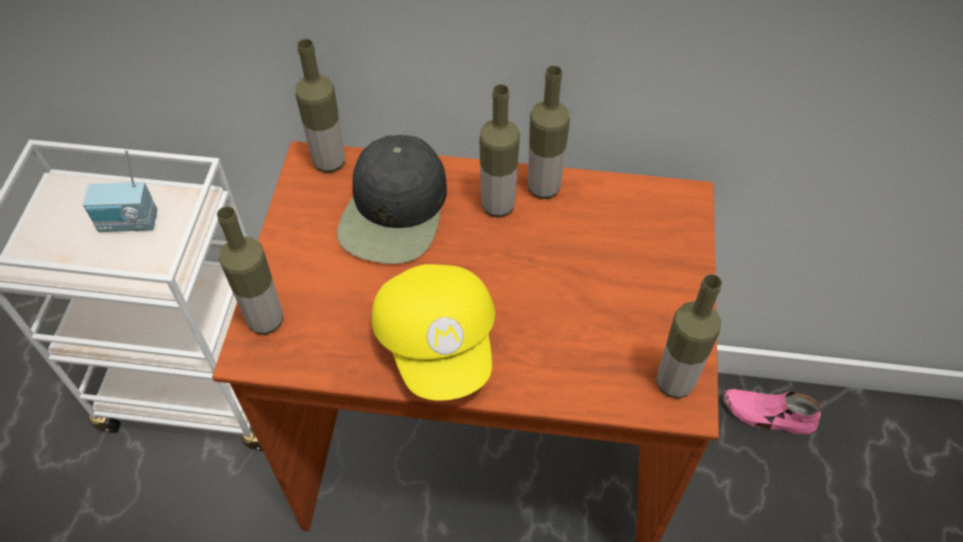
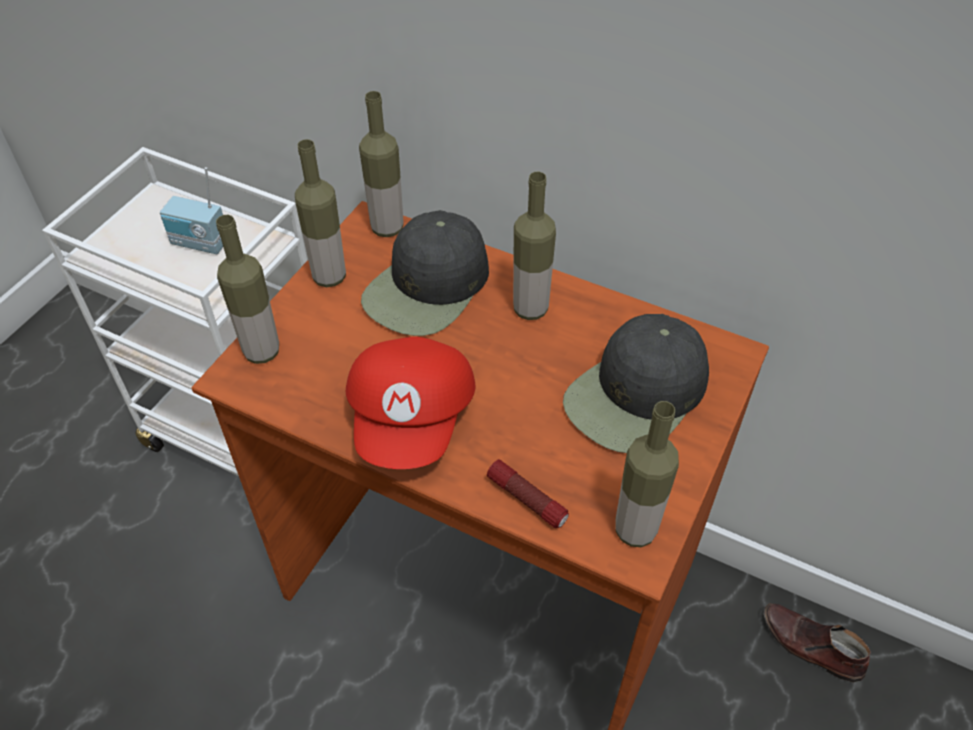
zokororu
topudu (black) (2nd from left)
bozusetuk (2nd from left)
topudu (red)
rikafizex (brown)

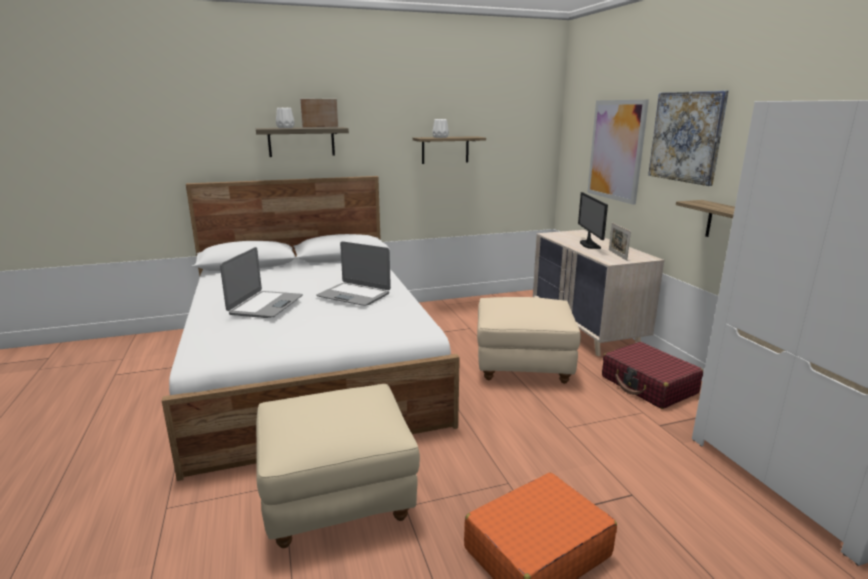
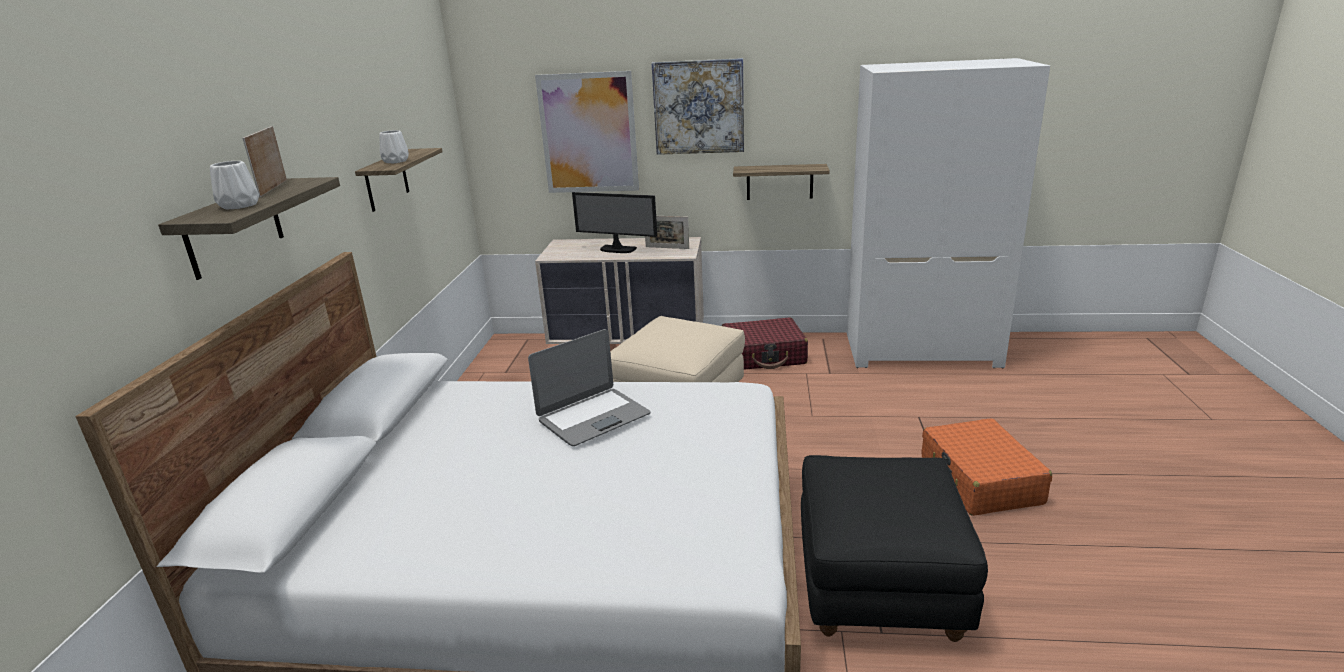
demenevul (1st from left in the first image)
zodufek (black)

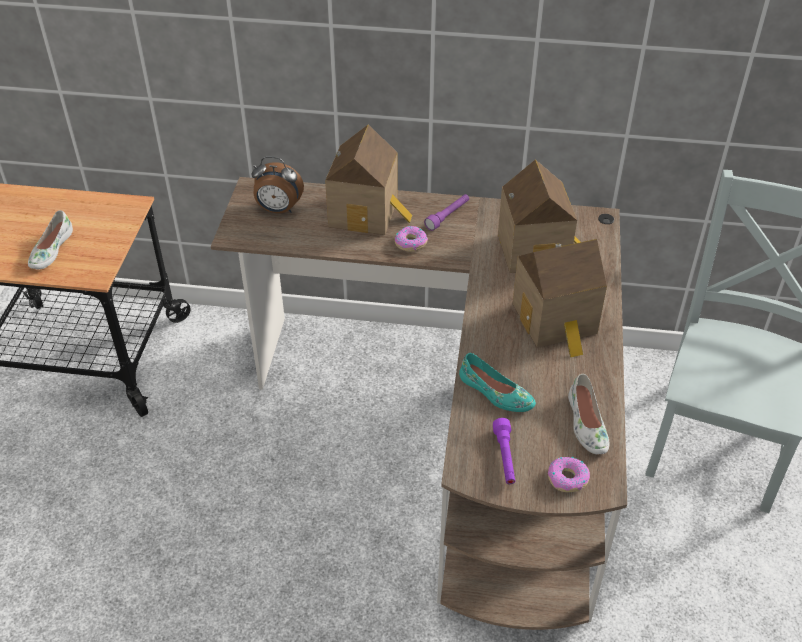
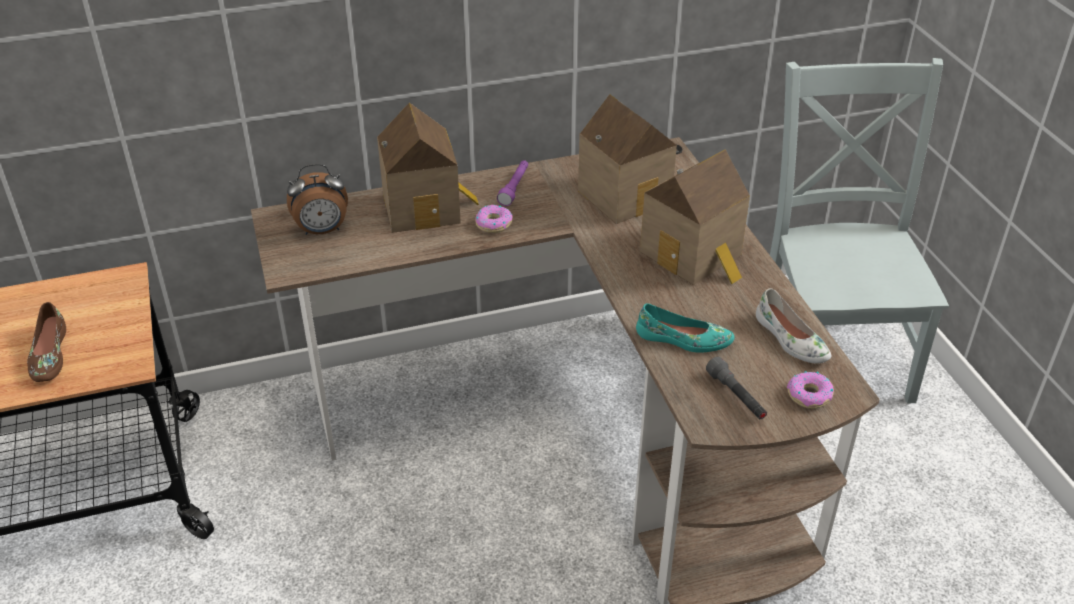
rikafizex (brown)
zokororu (grey)

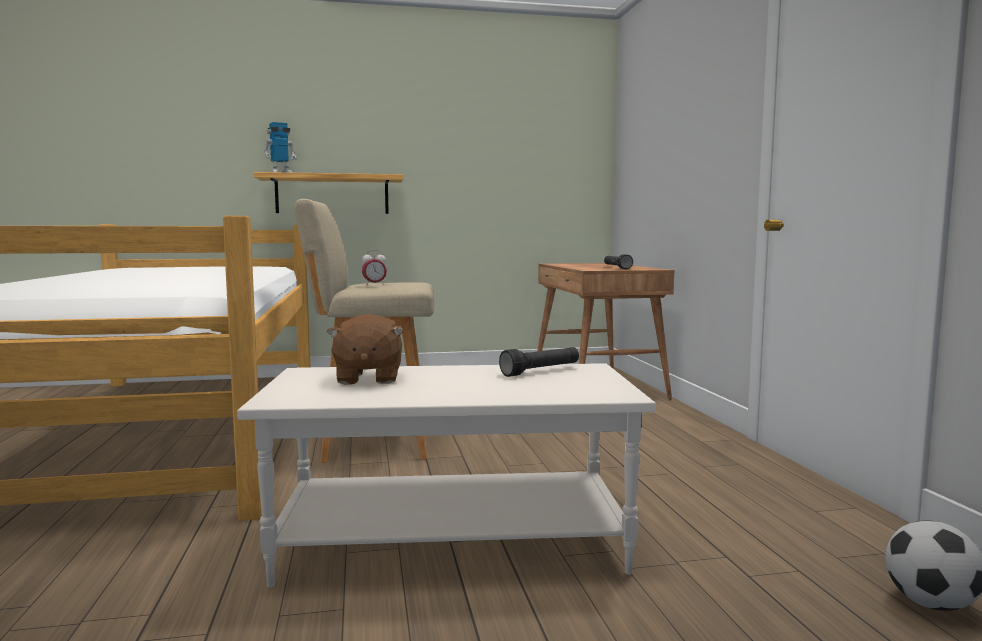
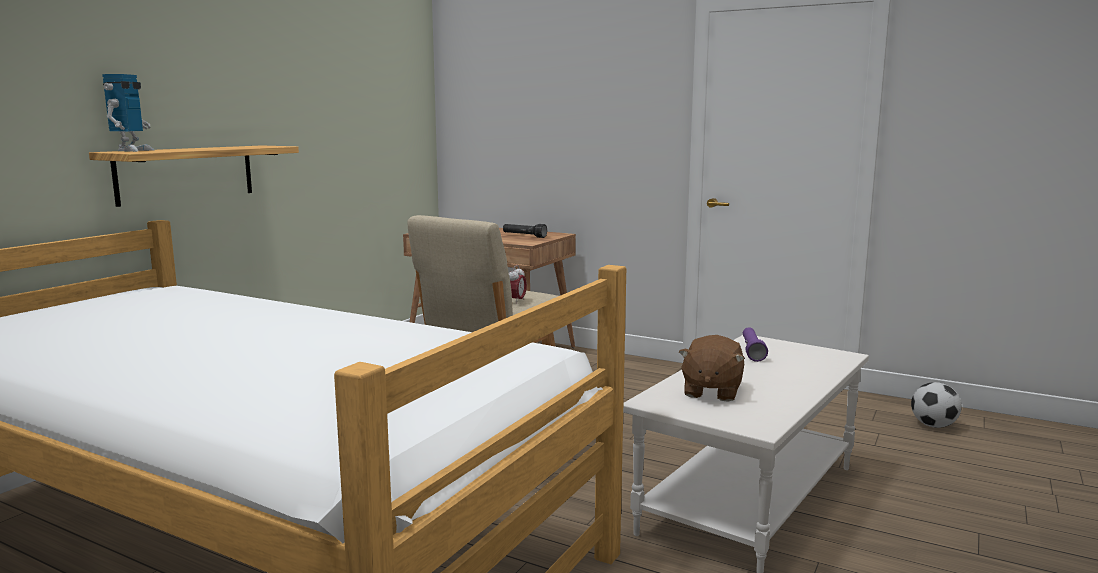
zokororu (purple)
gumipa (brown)

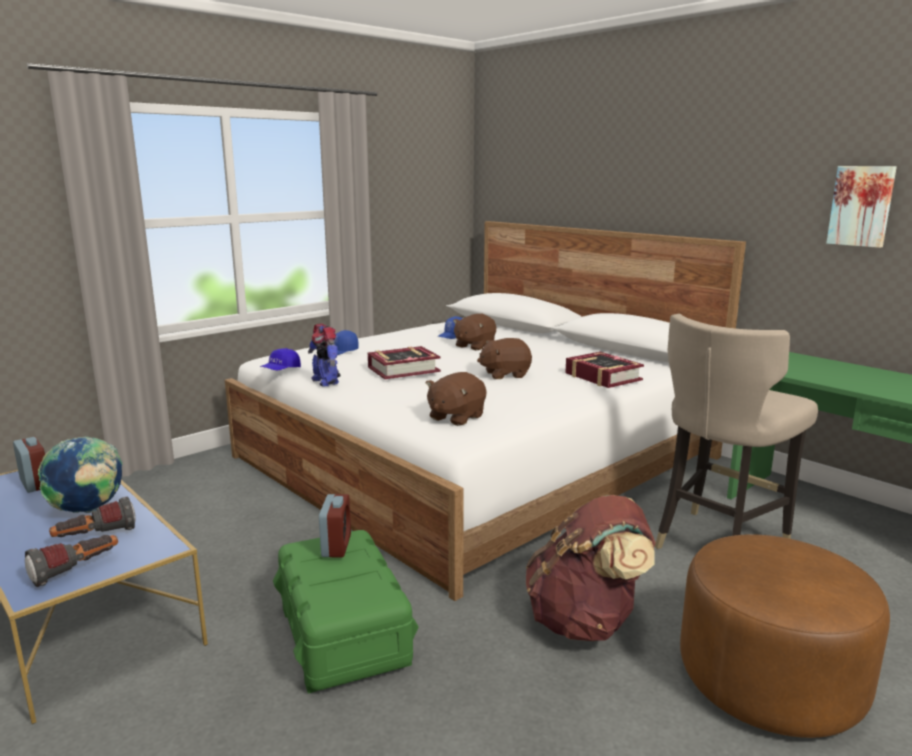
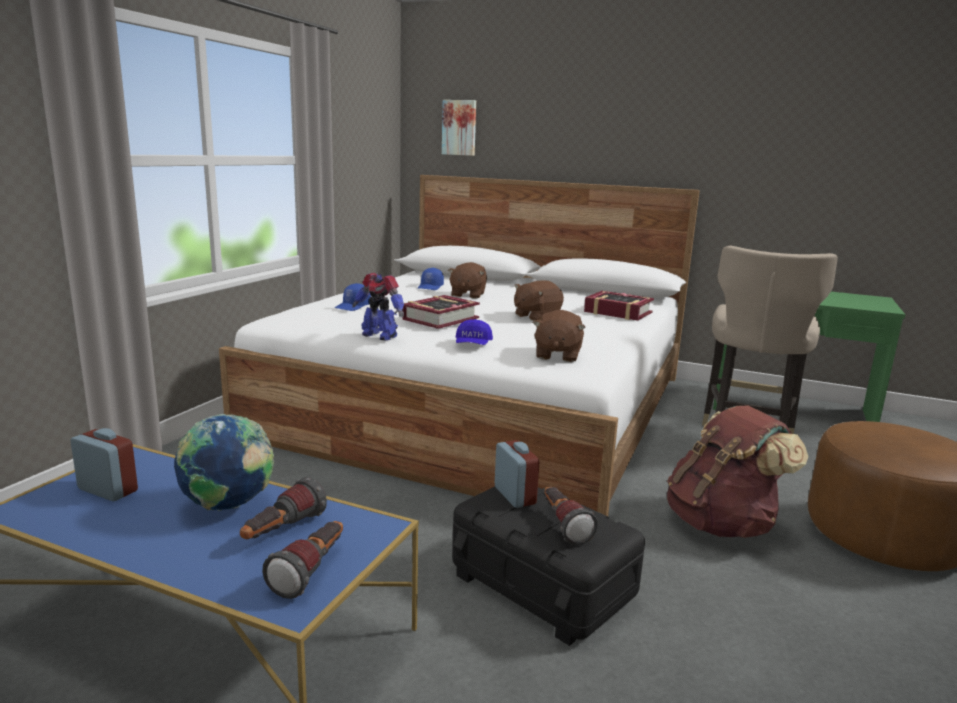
zokororu (3rd from left)
topudu (blue) (3rd from left)
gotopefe
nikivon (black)

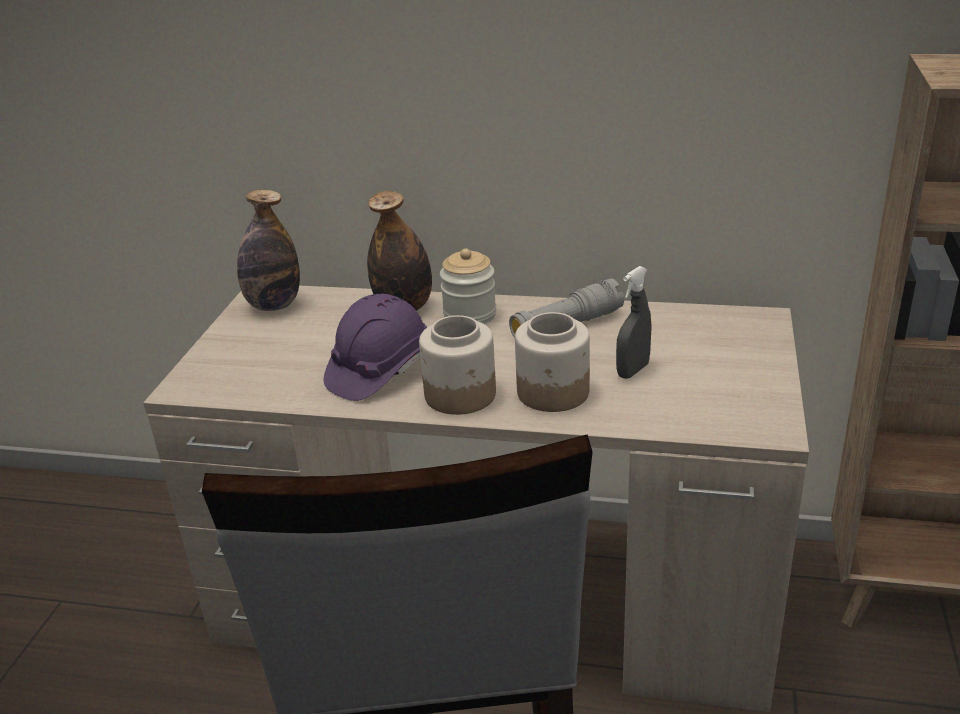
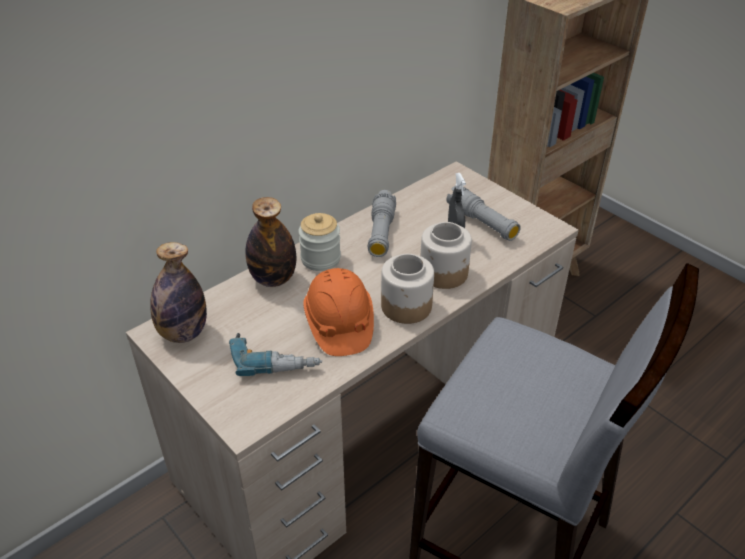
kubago
zokororu (grey) (2nd from left)
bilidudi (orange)

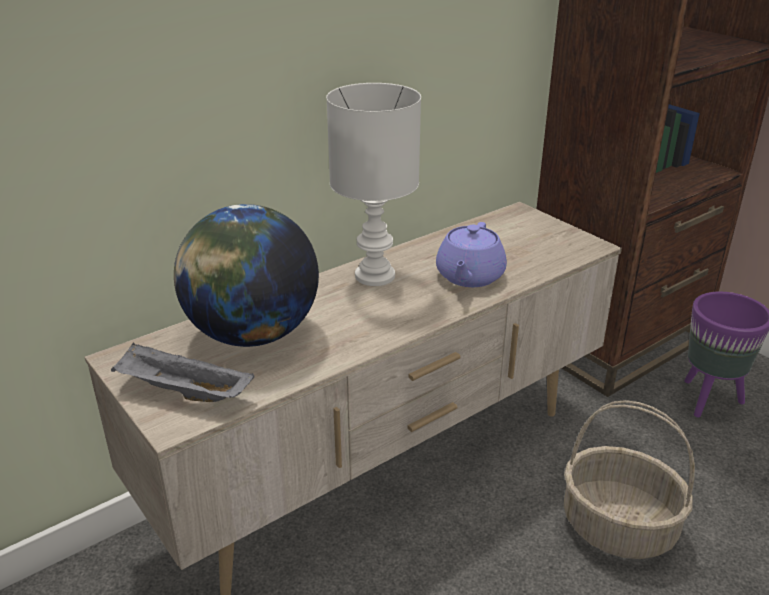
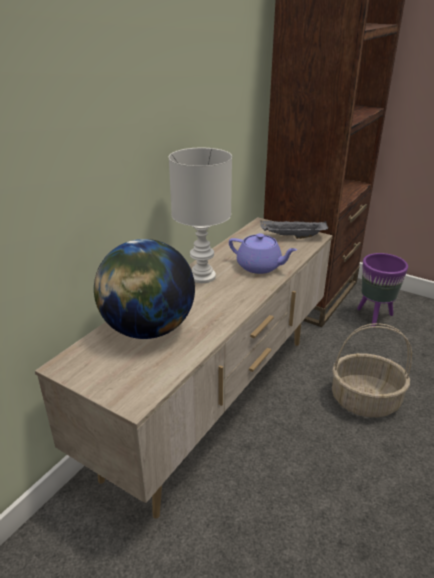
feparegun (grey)
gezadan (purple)

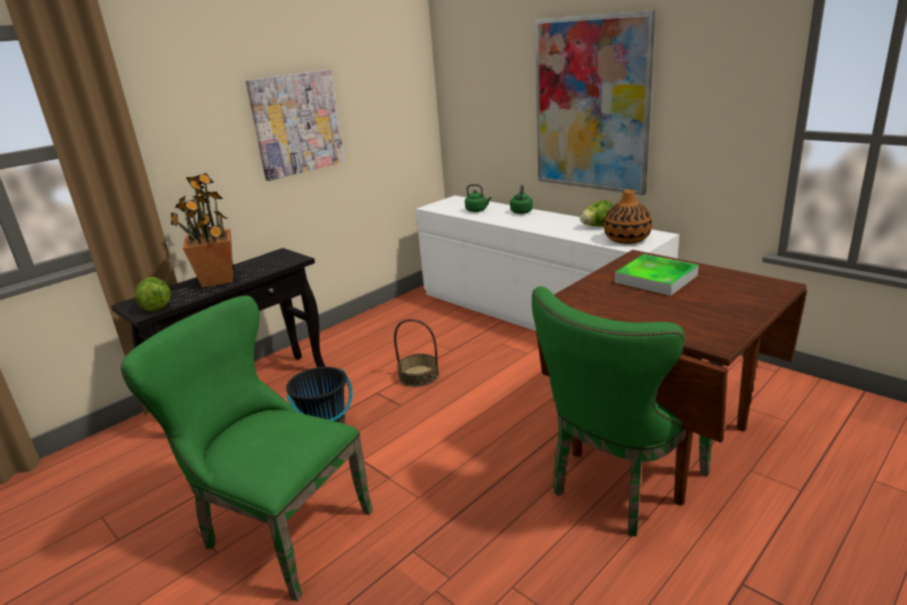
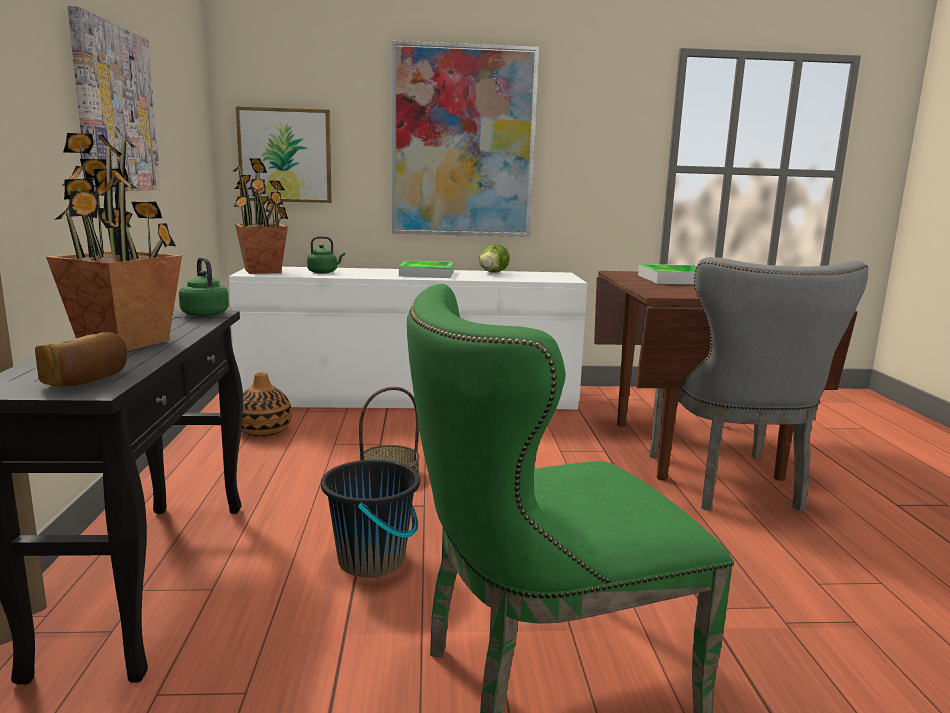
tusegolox (2nd from left)
gotopefe (2nd from left)
feparegun (1st from left)
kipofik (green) (1st from left)
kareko
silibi
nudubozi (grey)

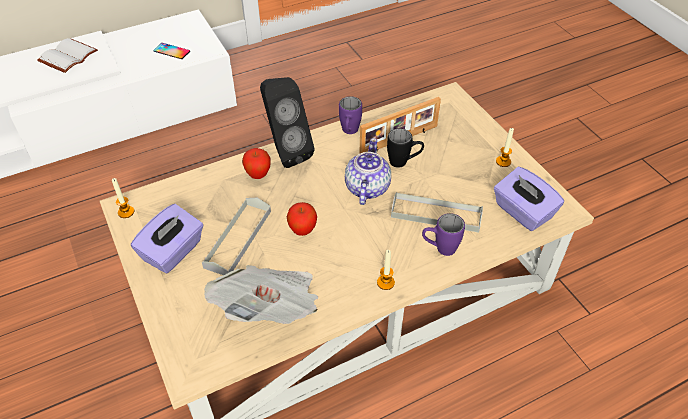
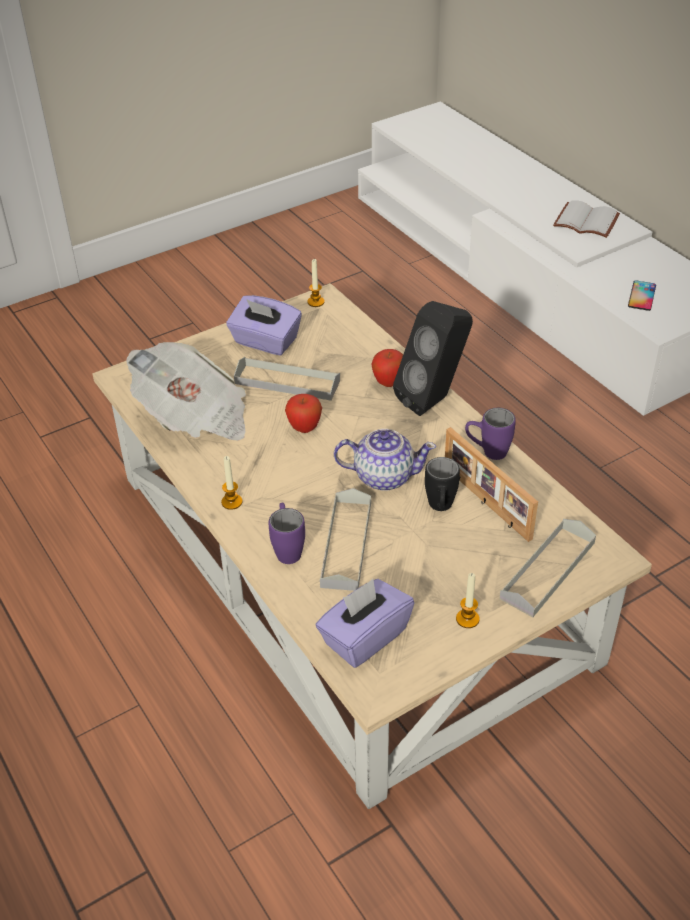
feparegun (grey) (3rd from left)

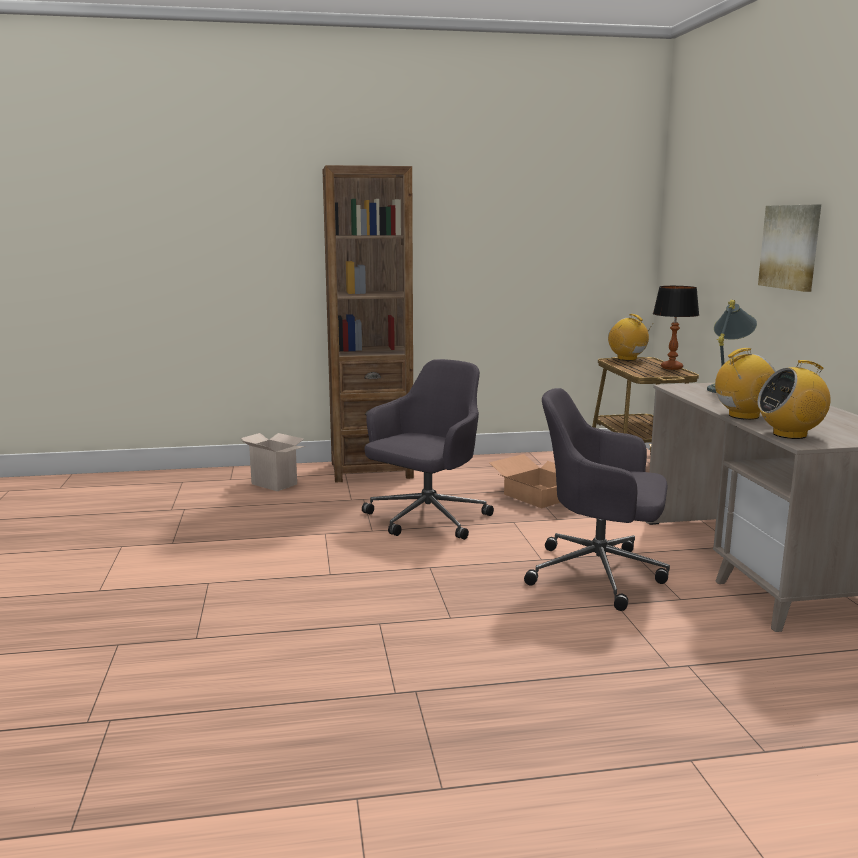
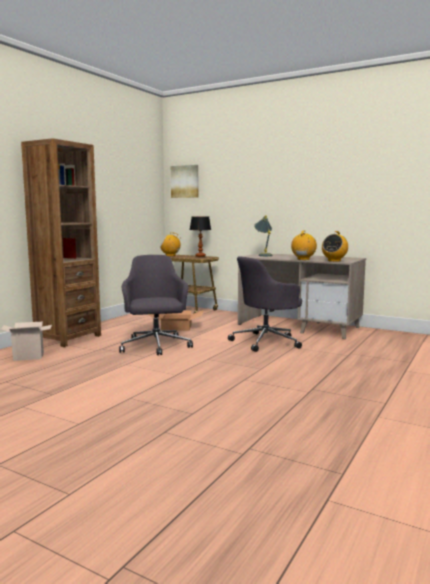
gotopefe

